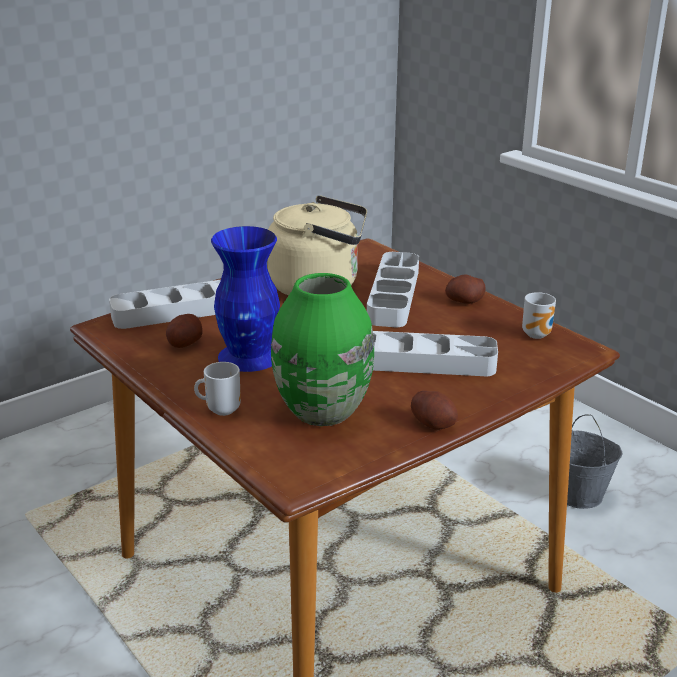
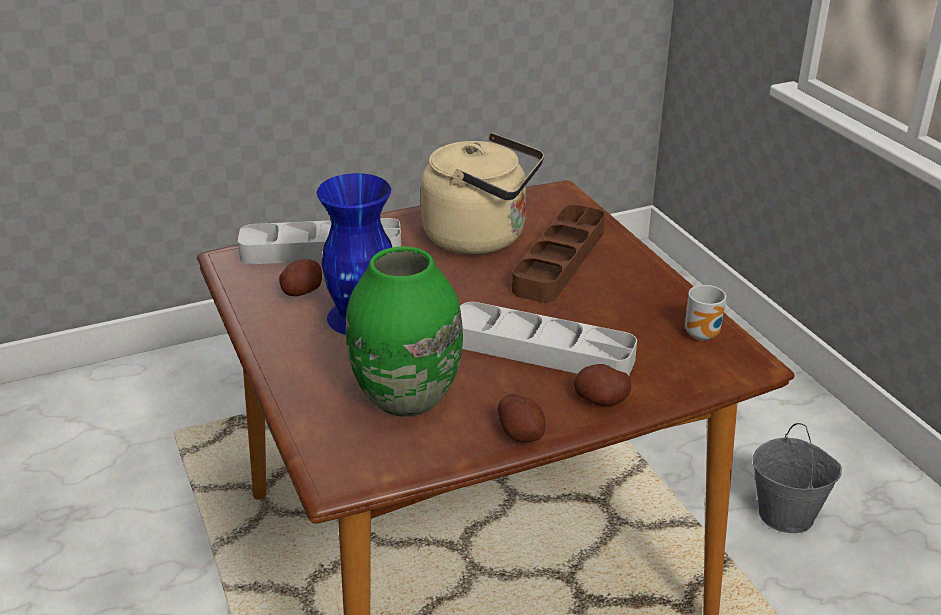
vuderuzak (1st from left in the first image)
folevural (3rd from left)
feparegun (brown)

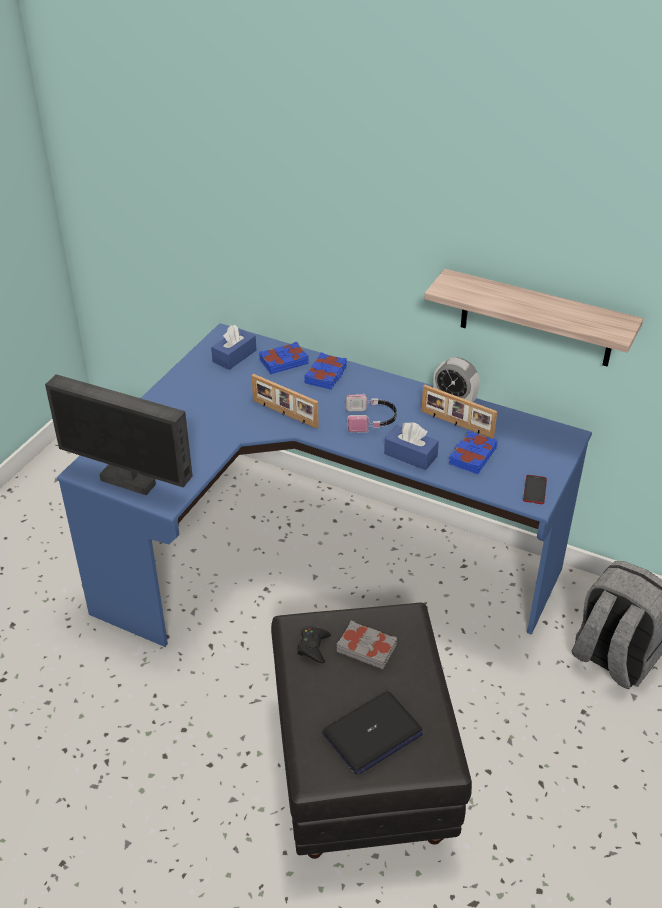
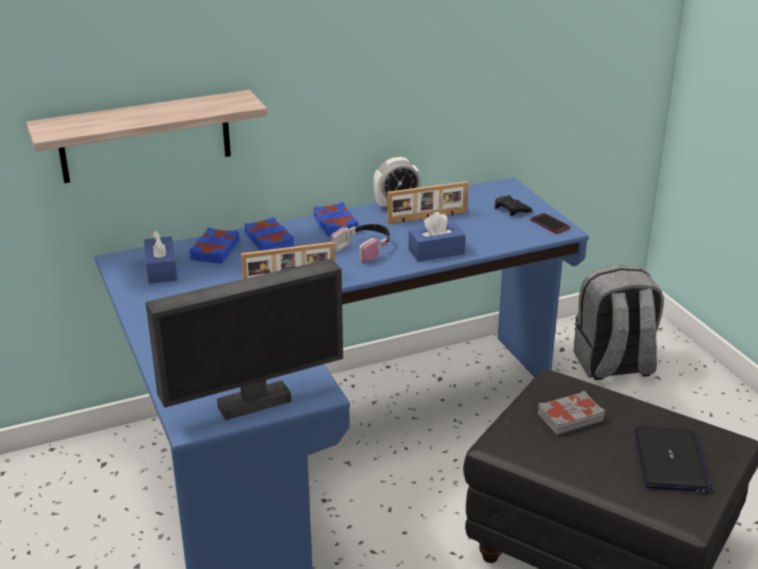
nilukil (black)
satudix
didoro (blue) (3rd from left)

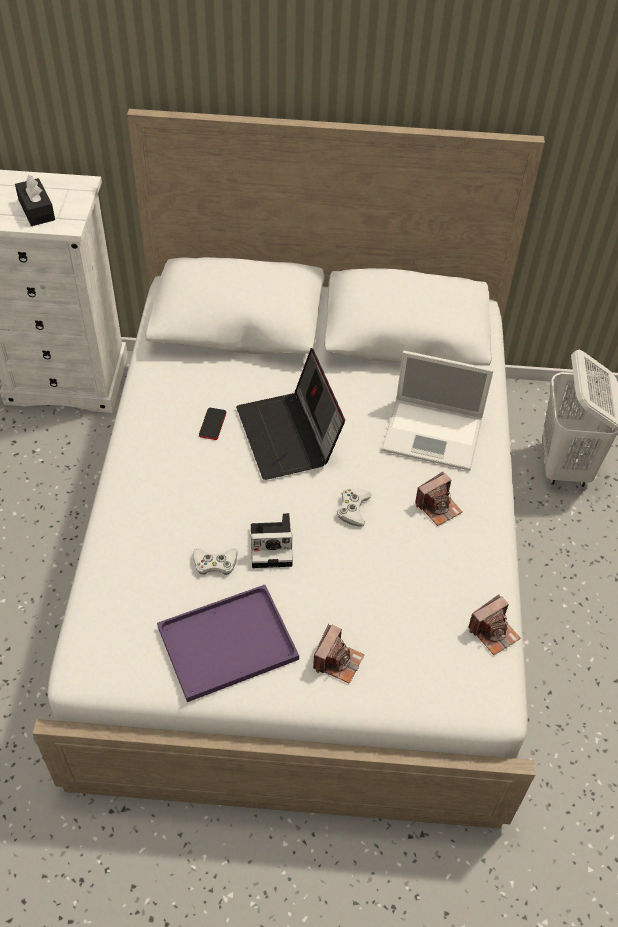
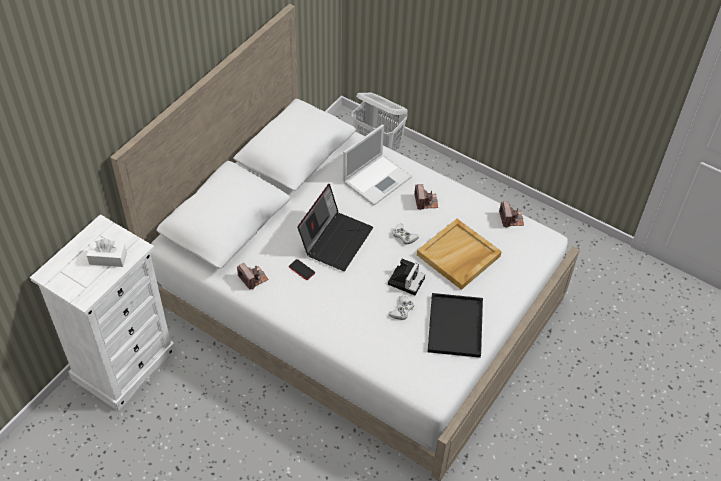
feparegun (beige)
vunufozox (1st from left)
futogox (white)
feparegun (black)
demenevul (1st from left)

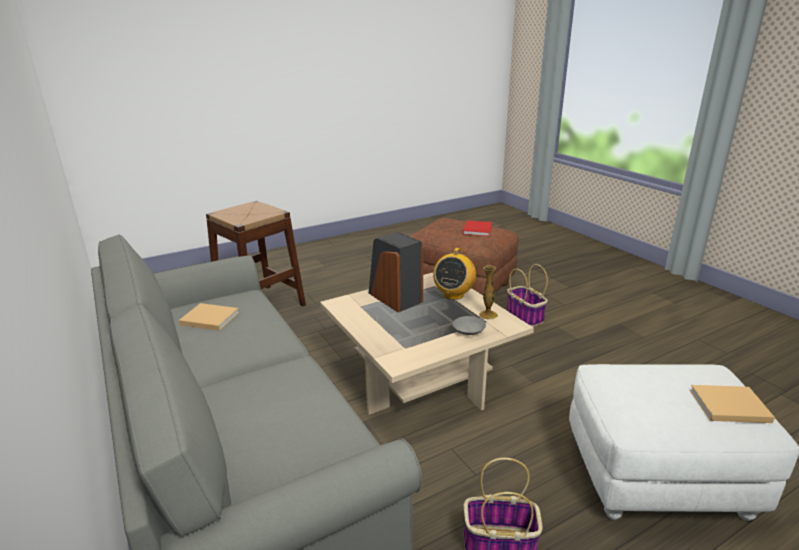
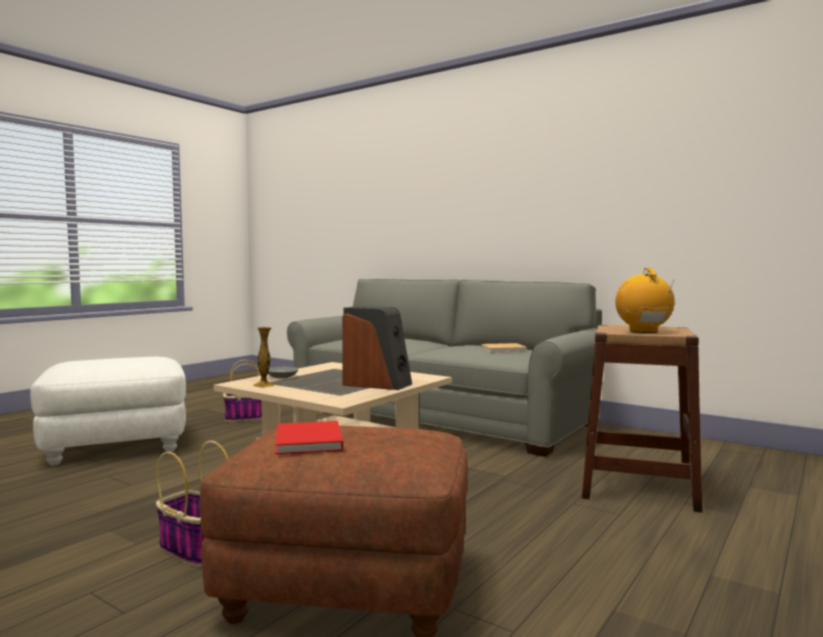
didoro (beige) (2nd from left in the first image)
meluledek

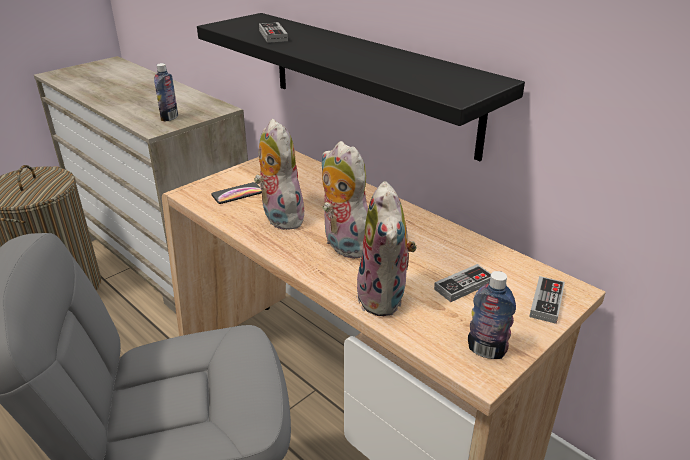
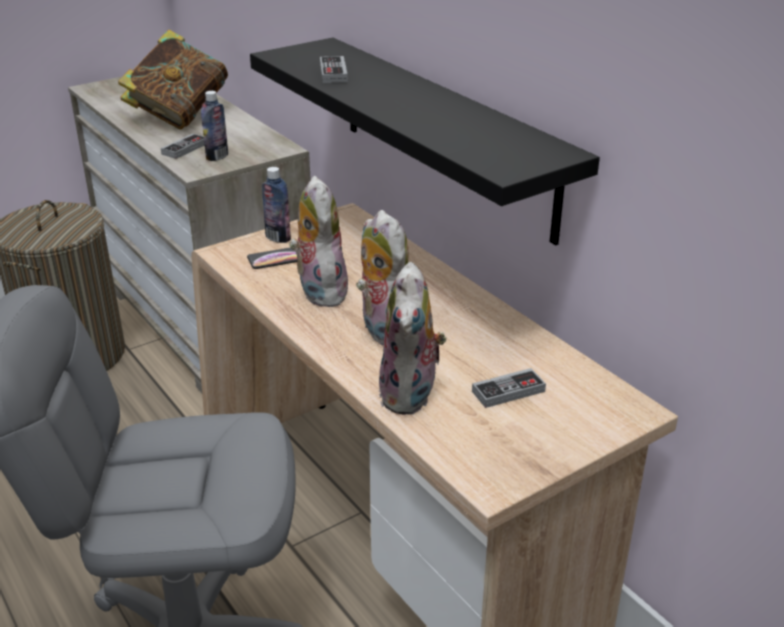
didoro
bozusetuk (2nd from left)
nilukil (1st from left)

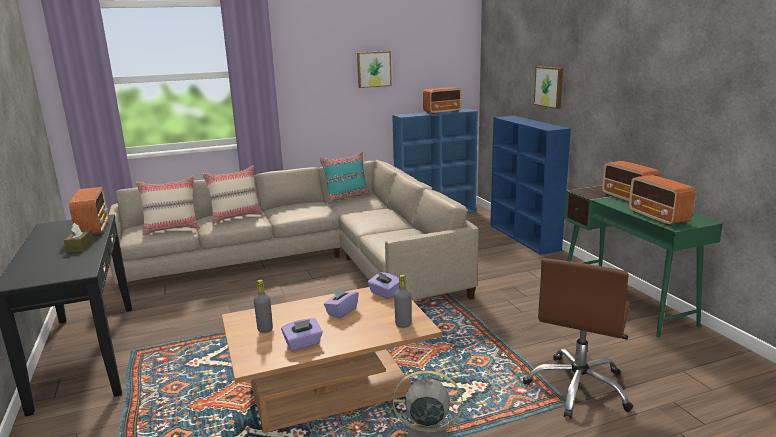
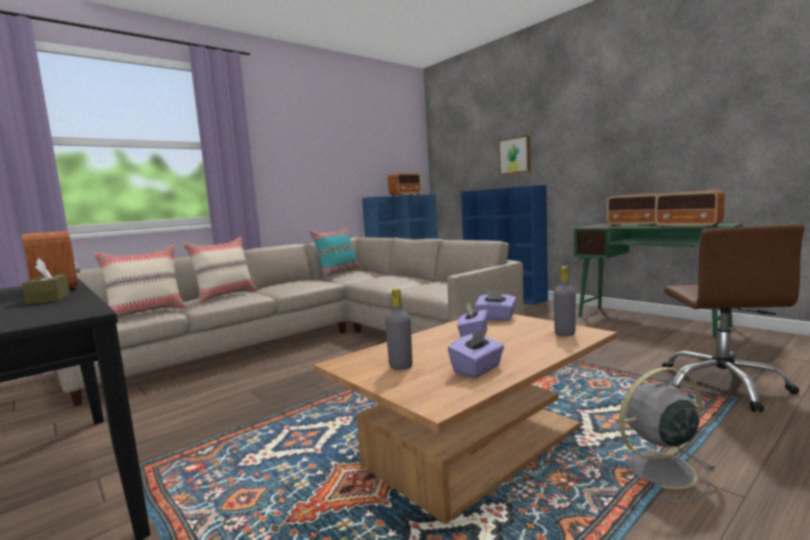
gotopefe (1st from left in the first image)

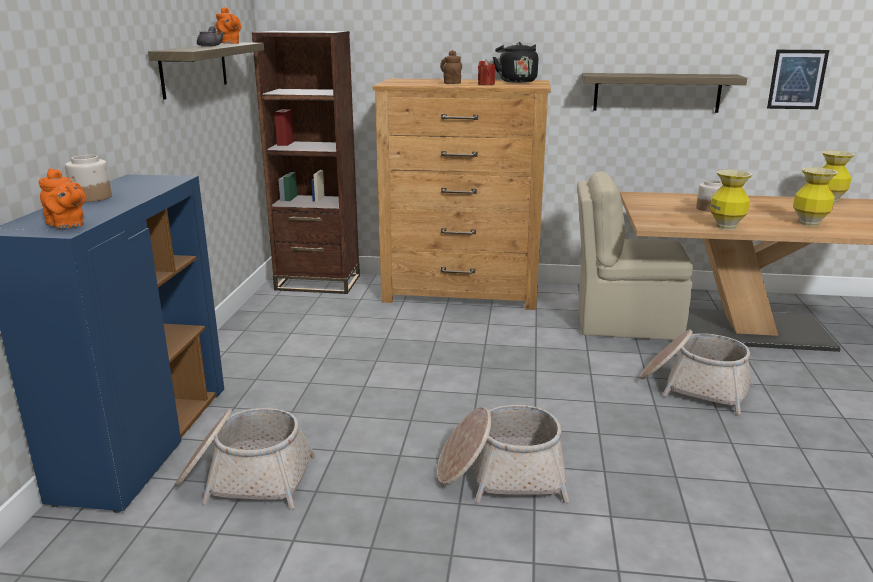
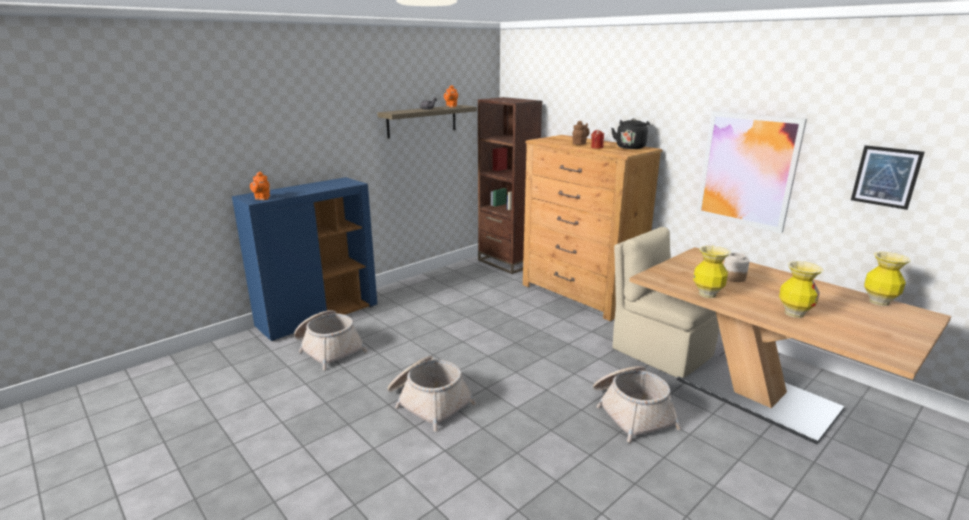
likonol (1st from left in the first image)
gotopefe (1st from left)

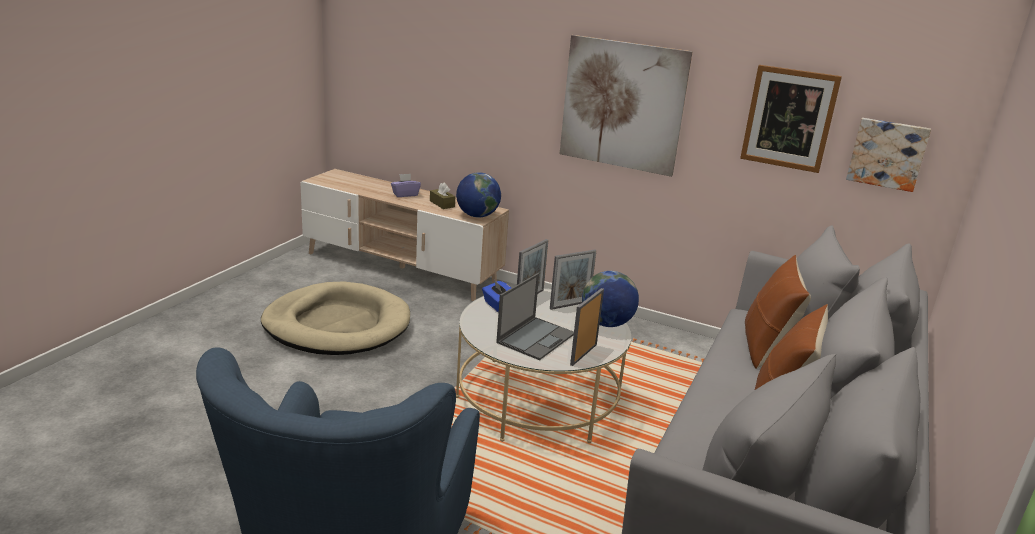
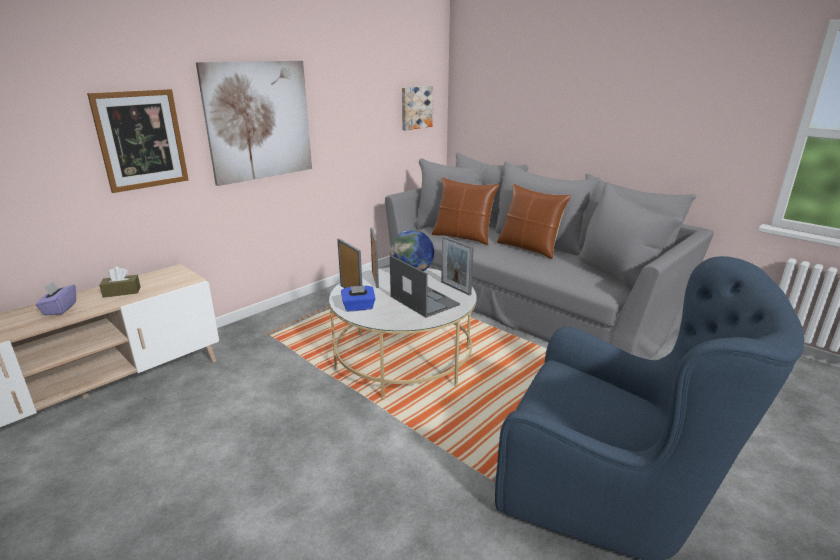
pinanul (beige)
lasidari (1st from left in the first image)
gotopefe (1st from left)

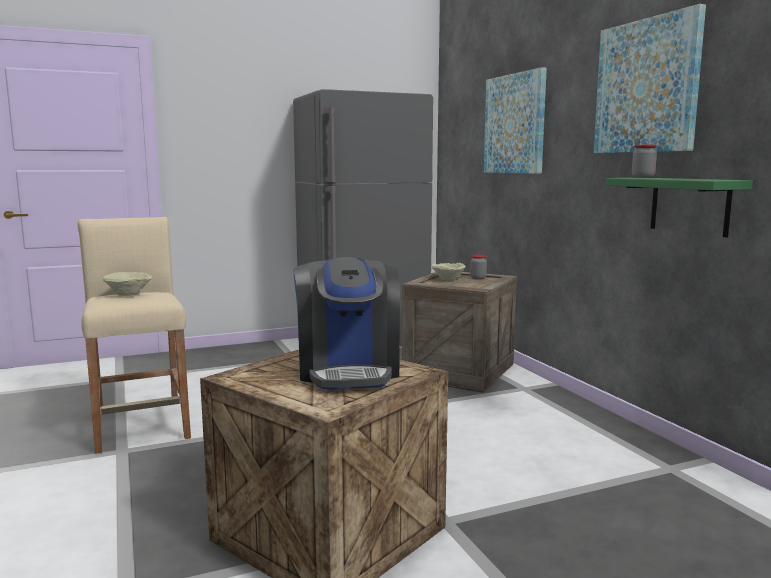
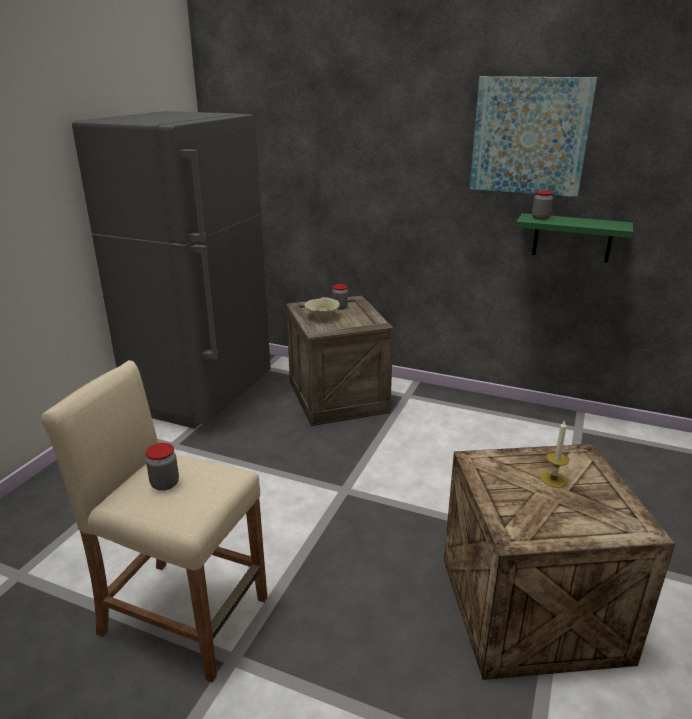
gotopefe (1st from left in the first image)
likonol (1st from left)
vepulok

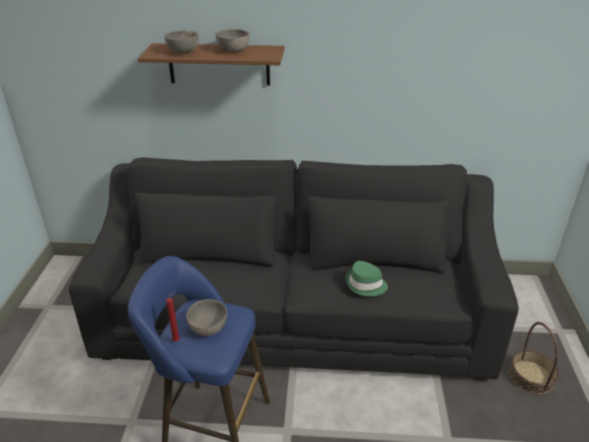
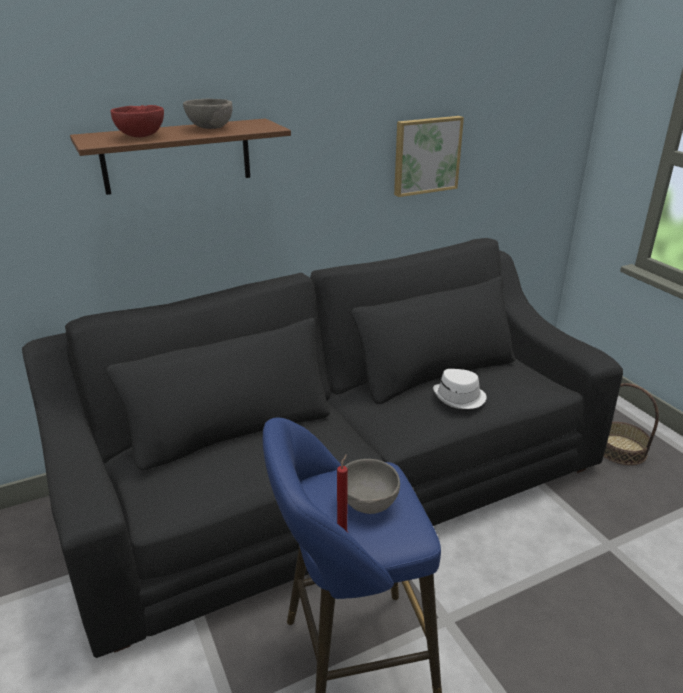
gotopefe
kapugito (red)
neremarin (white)

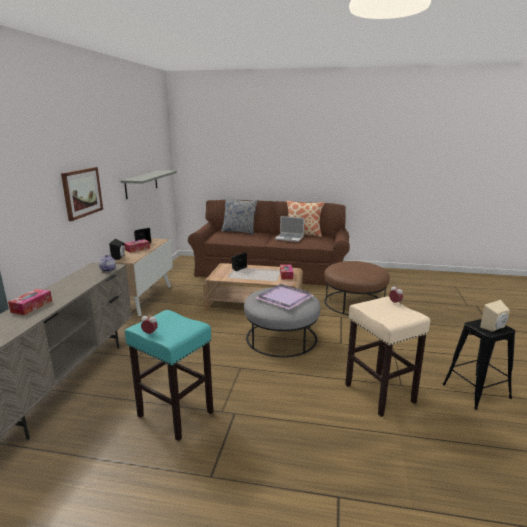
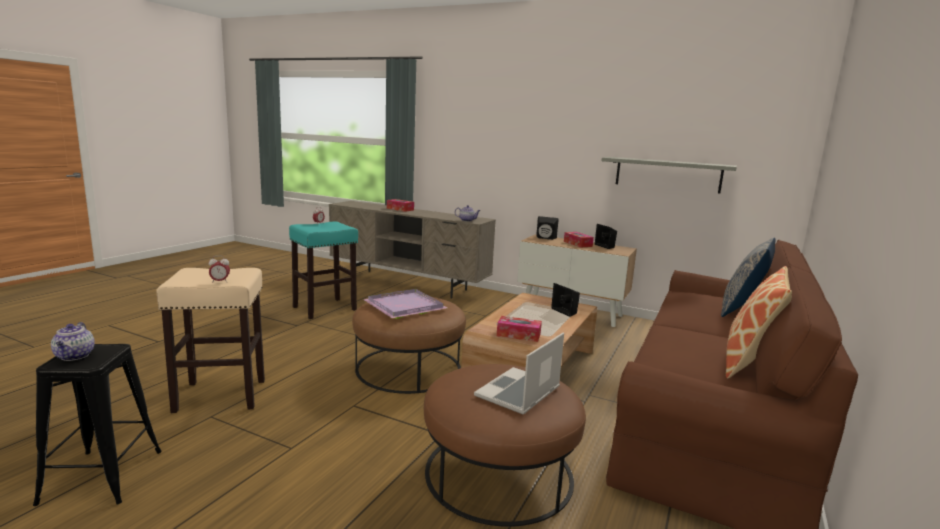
gotopefe
demenevul
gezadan (1st from left)
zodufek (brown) (1st from left)

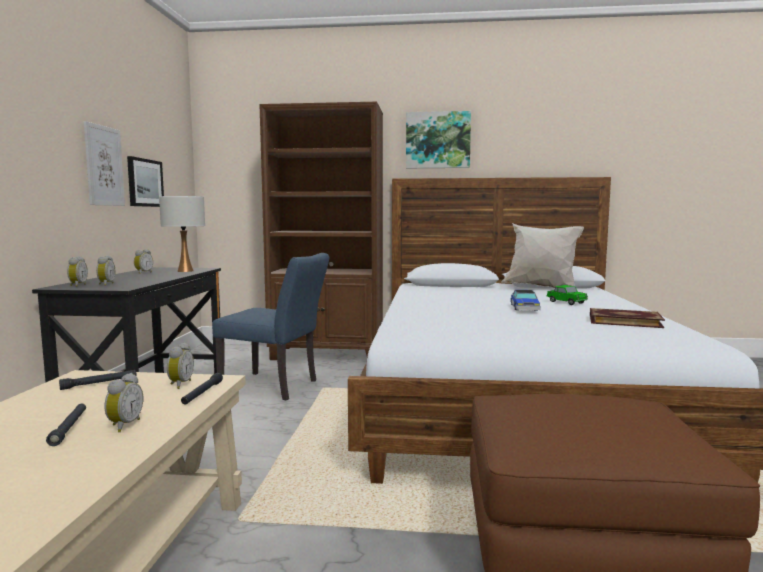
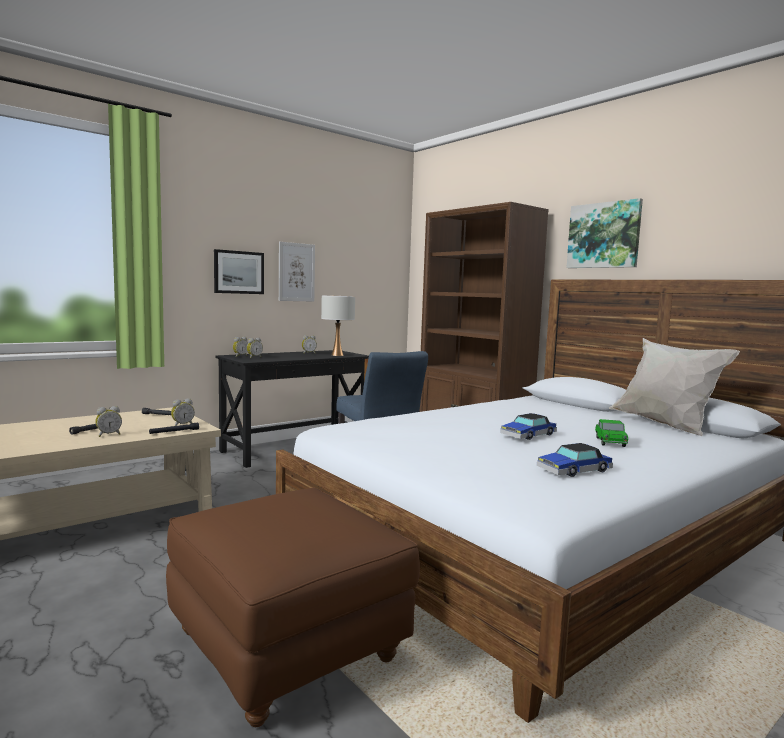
gotopefe (1st from left)
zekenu (2nd from left)

